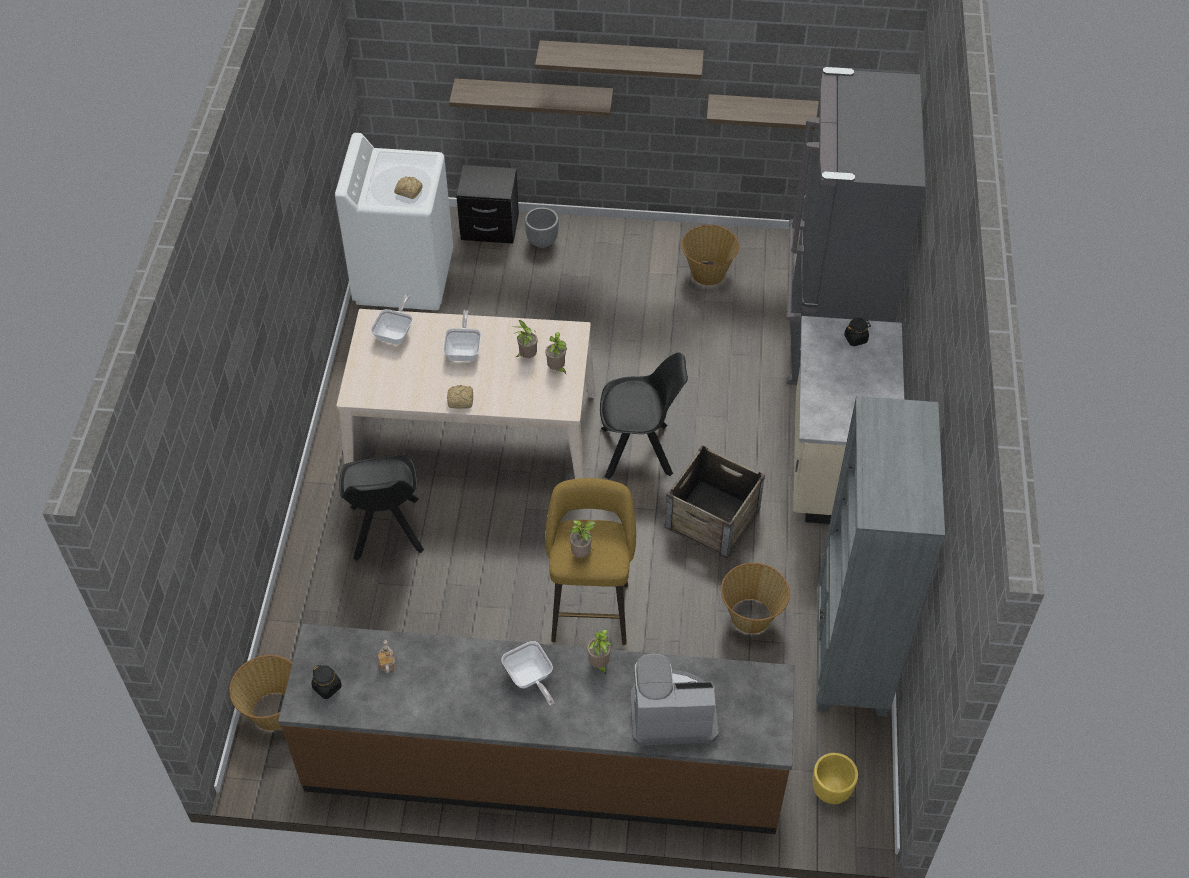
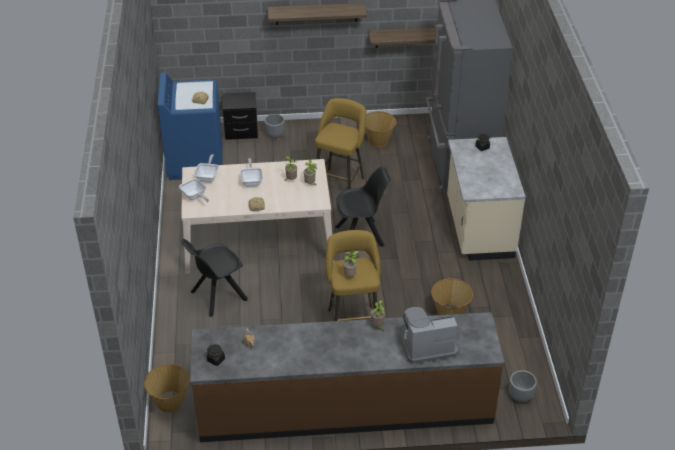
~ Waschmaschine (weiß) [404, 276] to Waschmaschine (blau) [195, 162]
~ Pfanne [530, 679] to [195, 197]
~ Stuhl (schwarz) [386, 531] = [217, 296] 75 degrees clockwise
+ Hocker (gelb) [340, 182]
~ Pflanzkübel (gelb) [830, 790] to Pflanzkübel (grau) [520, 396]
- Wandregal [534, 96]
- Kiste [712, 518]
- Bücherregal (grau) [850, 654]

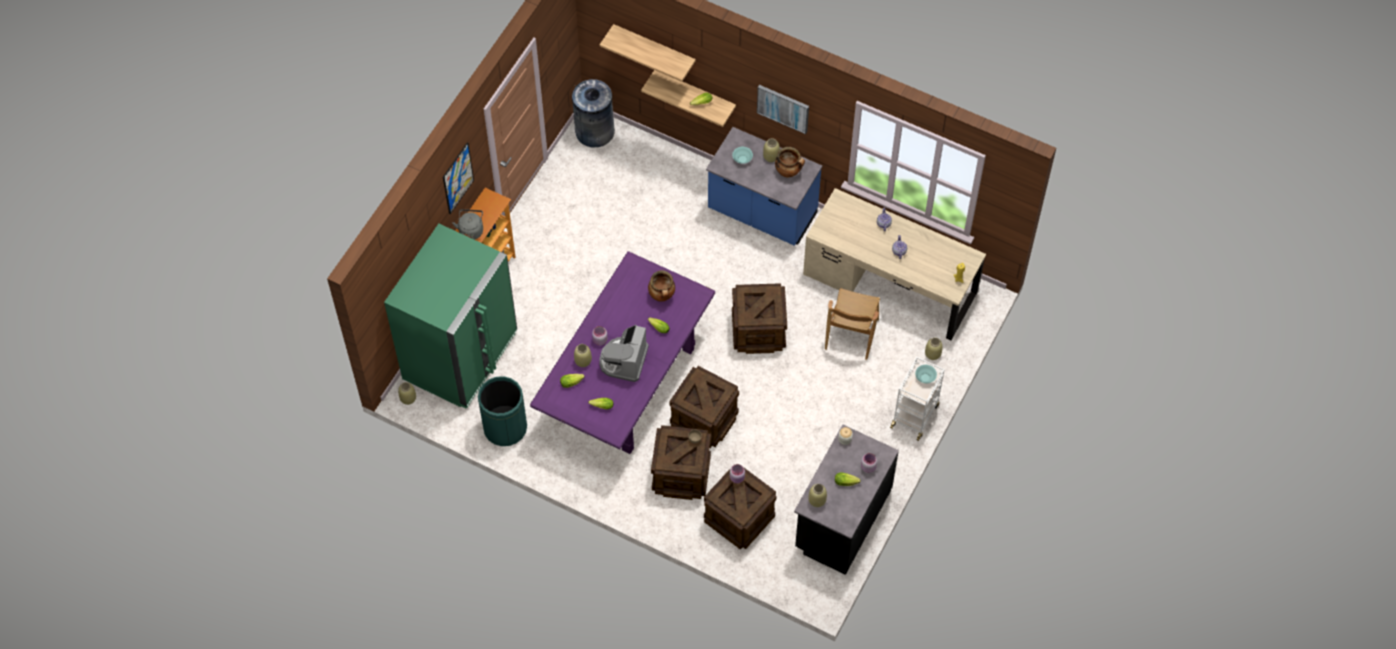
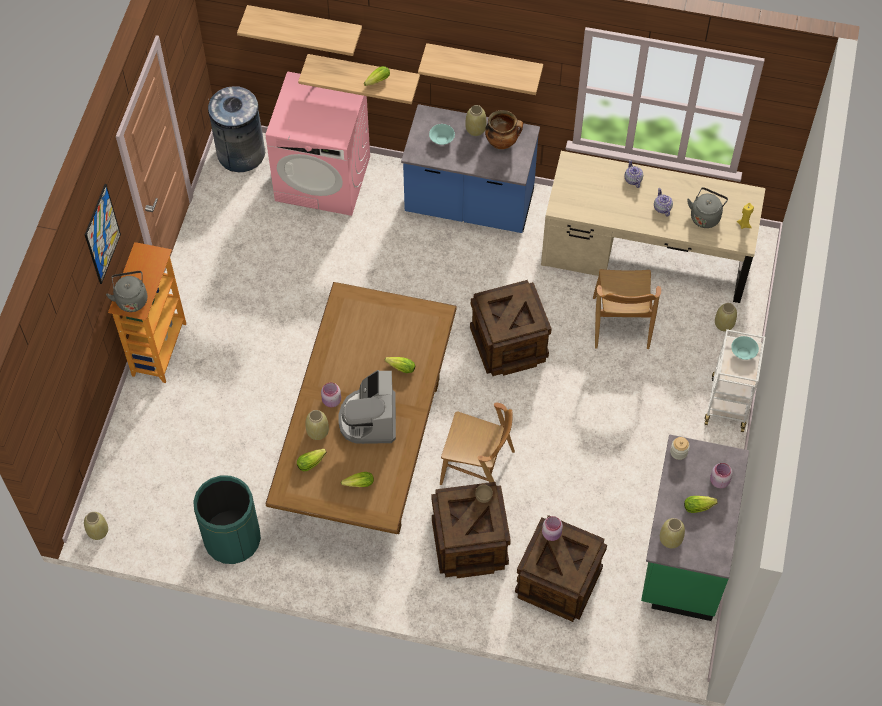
+ Waschmaschine (rosa) [323, 178]
~ Esstisch (lila) [626, 384] to Esstisch (braun) [368, 447]
~ Bild [783, 108] to Wandregal [484, 63]
~ Kiste [704, 419] to Stuhl (braun) [477, 467]
~ Küchenzeile (schwarz) [841, 519] to Küchenzeile (grün) [683, 552]
+ Wasserkessel (grau) [705, 216]
- Kühlschrank (grün) [461, 356]
- Kochtopf [662, 296]

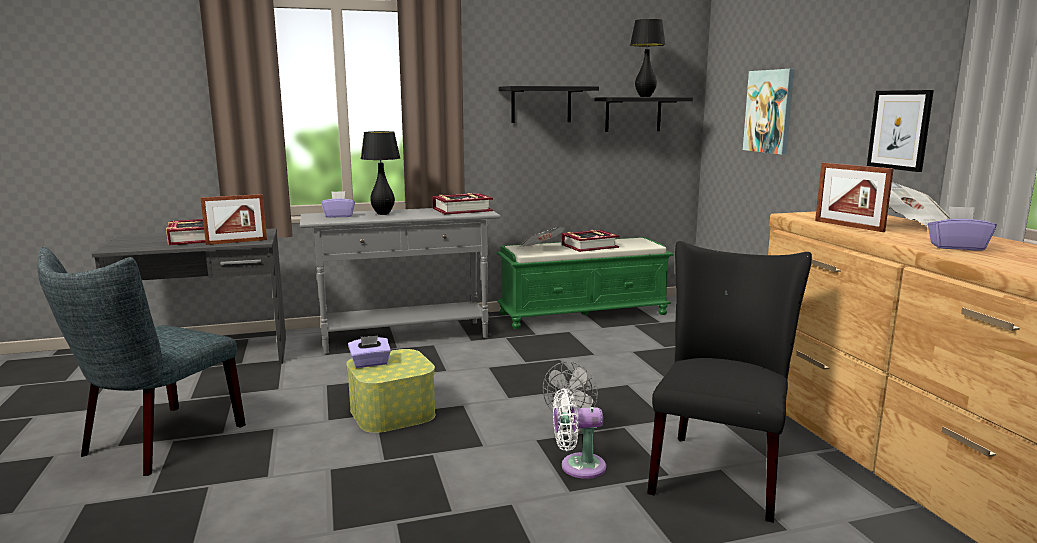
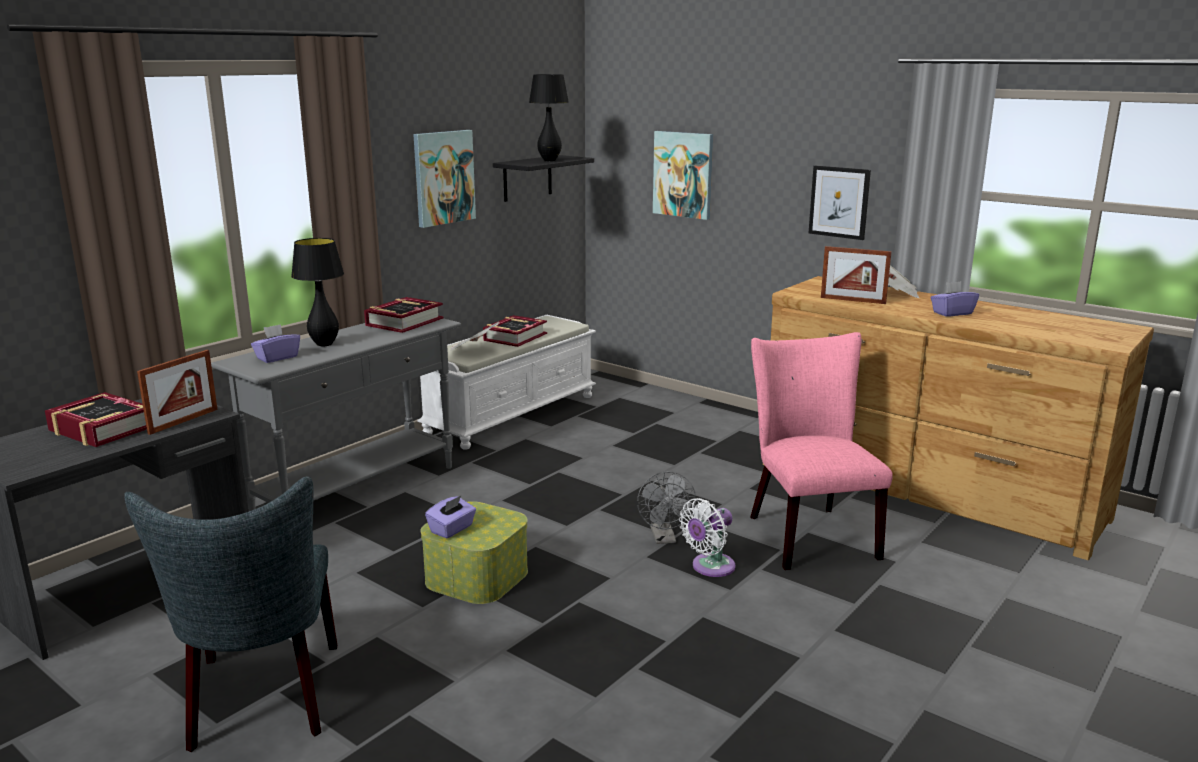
~ Wandregal (schwarz) [541, 104] to Bild [443, 177]
~ Bank (grün) [583, 313] to Bank (weiß) [511, 414]
~ Stuhl (schwarz) [718, 469] to Stuhl (rosa) [807, 533]

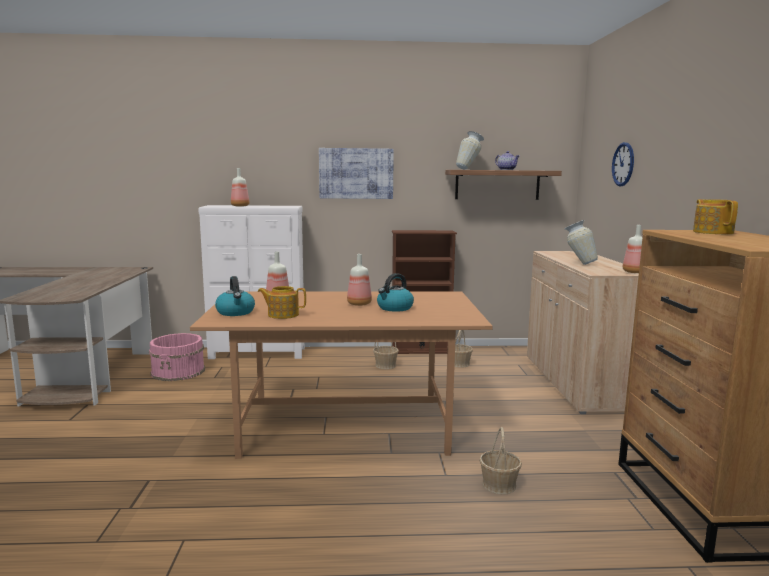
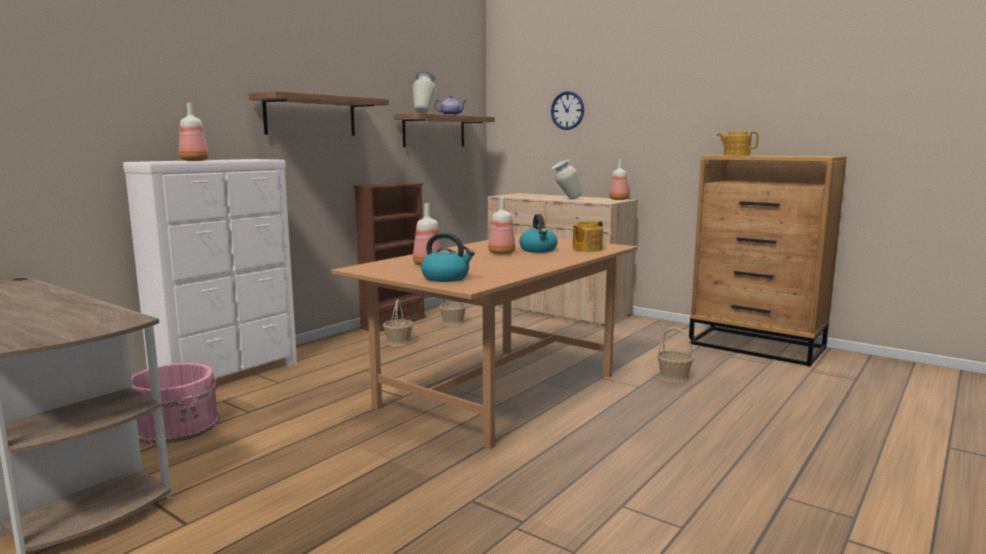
~ Bild [356, 173] to Wandregal [311, 116]
~ Teekanne [282, 314] to [586, 249]

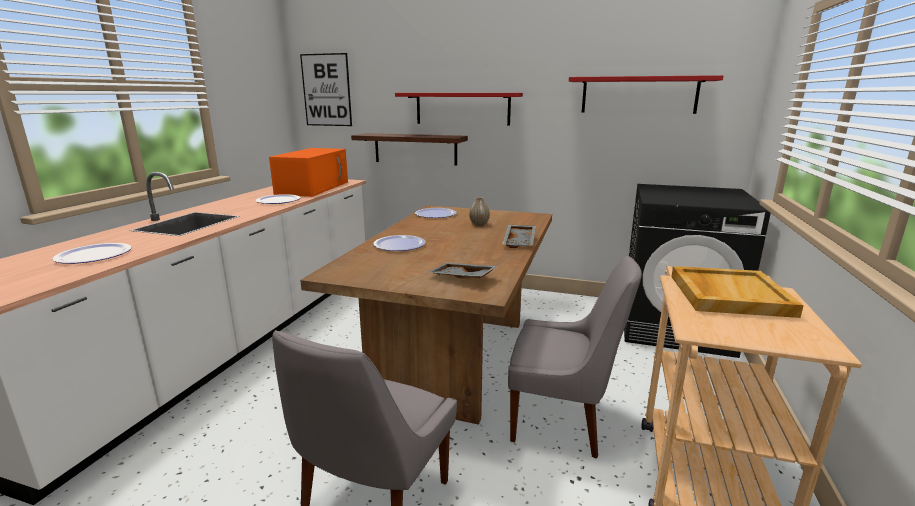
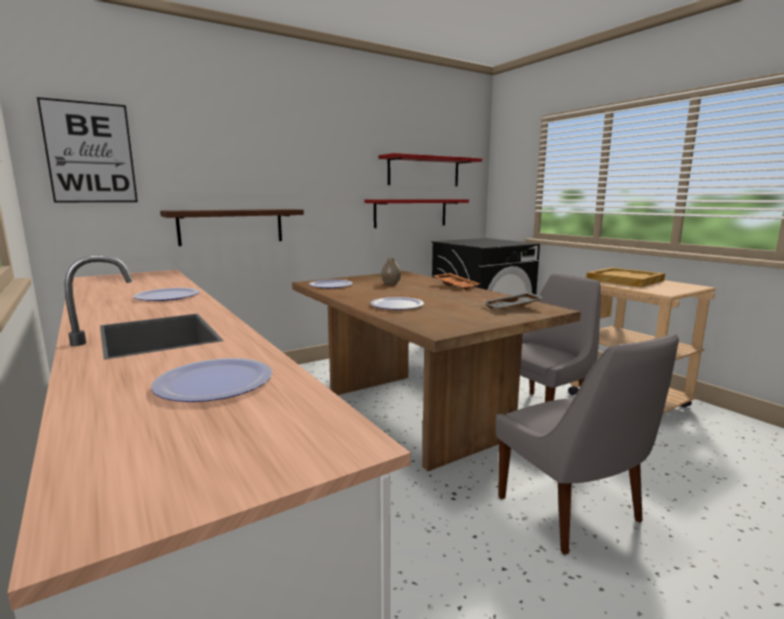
~ Wandregal (rot) [462, 108] to [410, 213]
~ Tablett (grau) [520, 242] to Tablett (orange) [456, 286]
- Mikrowelle (orange) [313, 187]

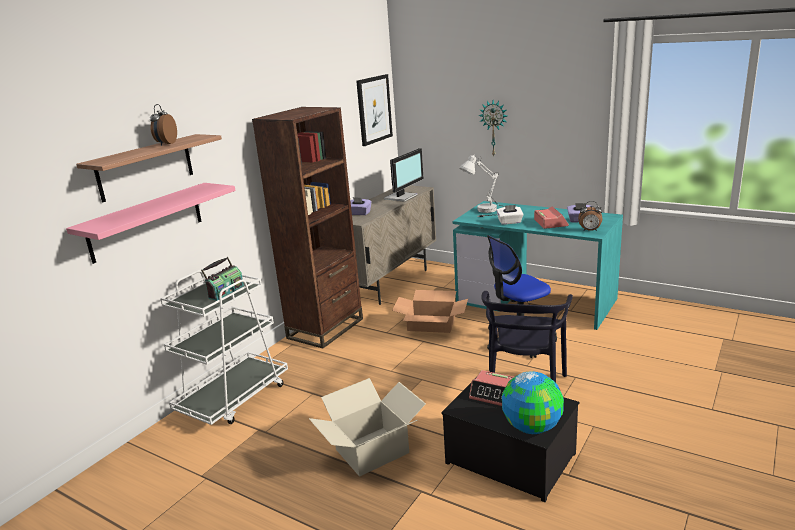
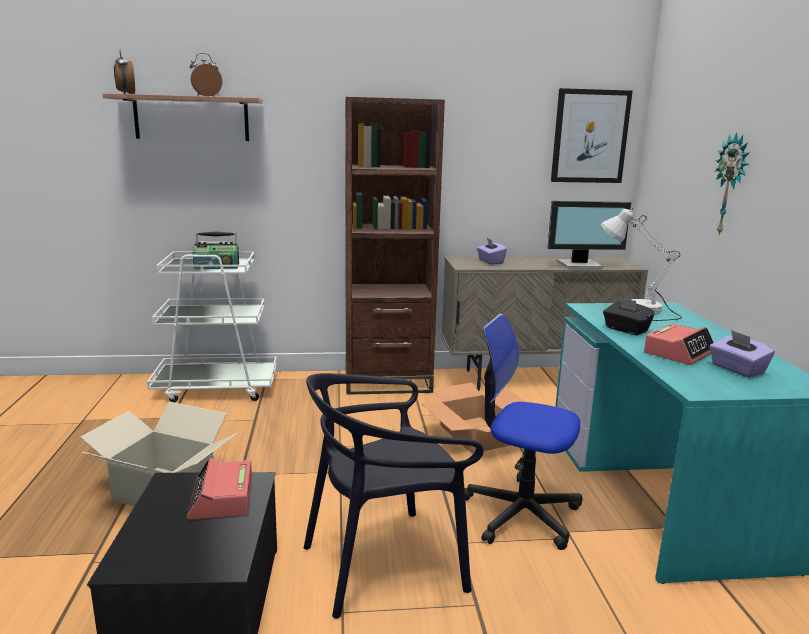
~ Wecker [590, 230] to [125, 93]
~ Taschentuchbox (weiß) [510, 222] to Taschentuchbox (schwarz) [626, 330]
- Wandregal (rosa) [146, 222]
- Globus [532, 427]

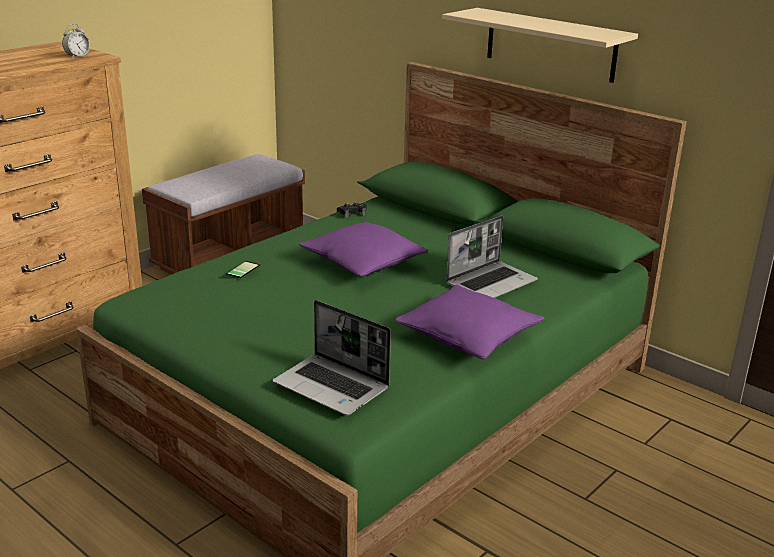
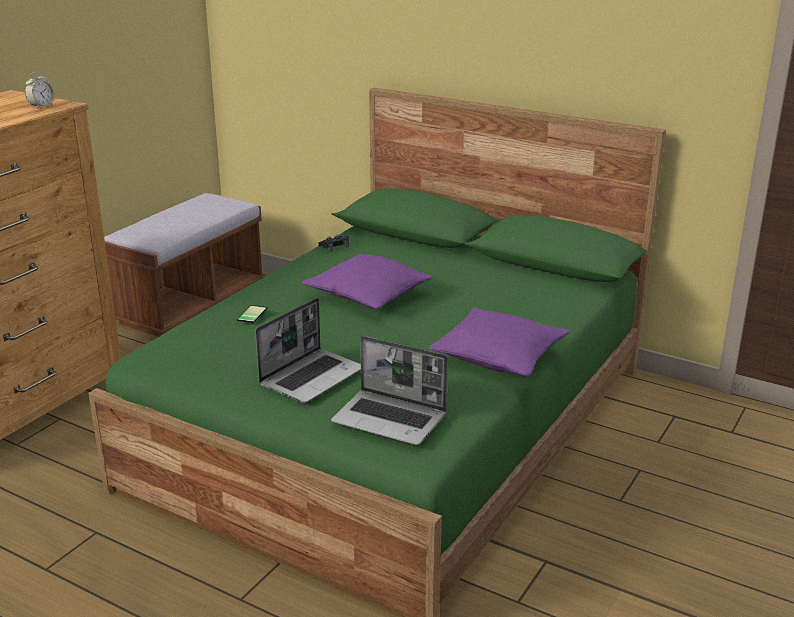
~ Laptop [491, 282] to [312, 377]
- Wandregal (beige) [550, 44]

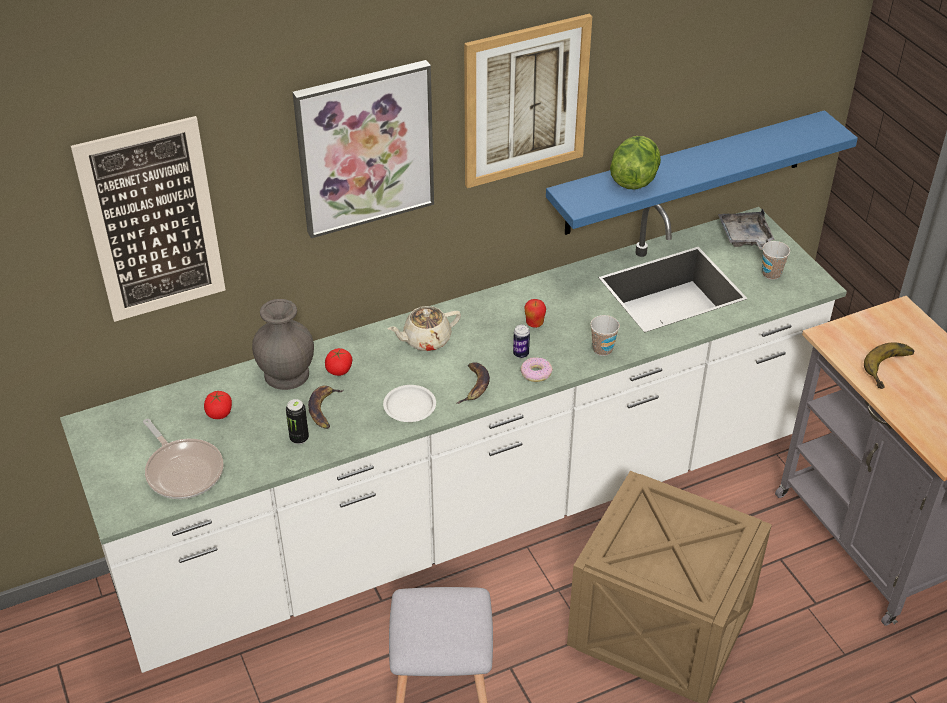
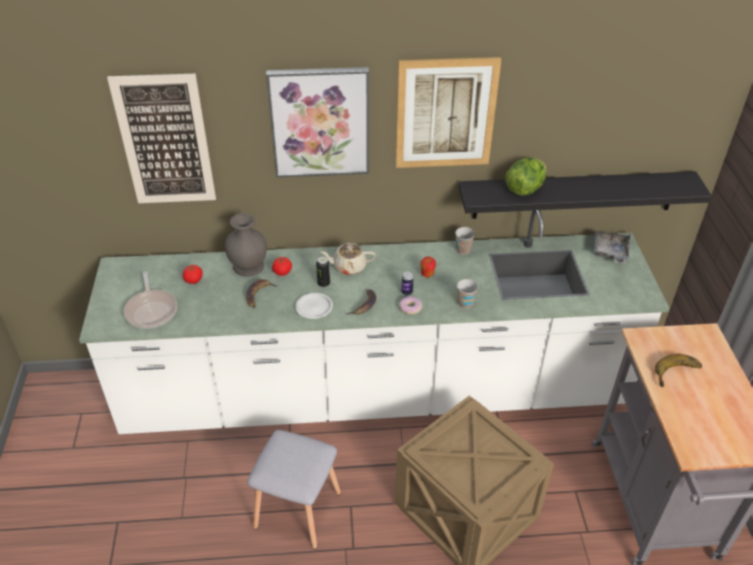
~ Dose [299, 438] to [323, 284]
~ Tasse [771, 274] to [463, 250]
~ Wandregal (blau) [687, 173] to Wandregal (schwarz) [574, 195]

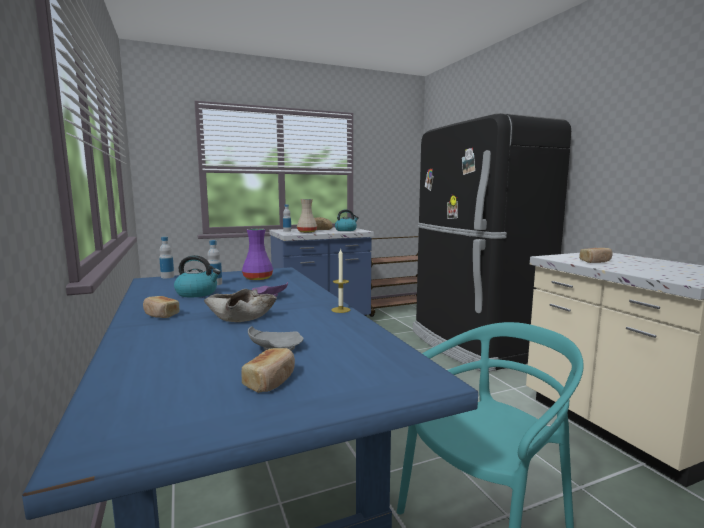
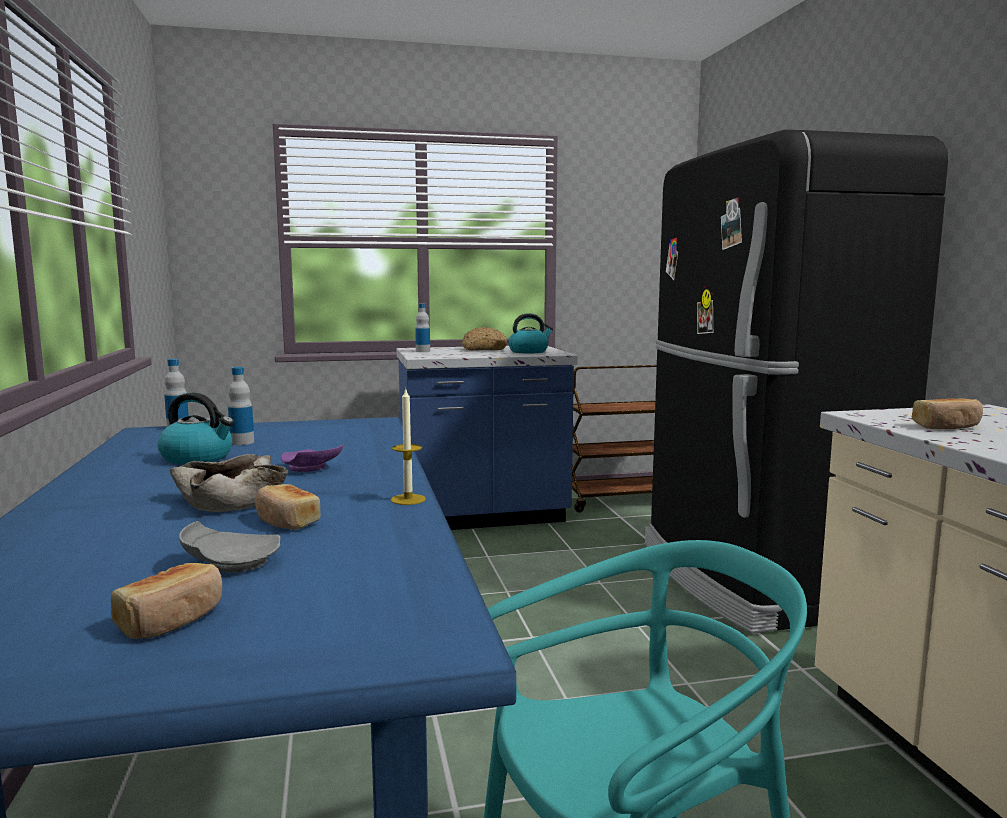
~ Brot [160, 314] to [286, 521]
- Vase (lila) [258, 278]
- Vase (beige) [306, 232]

